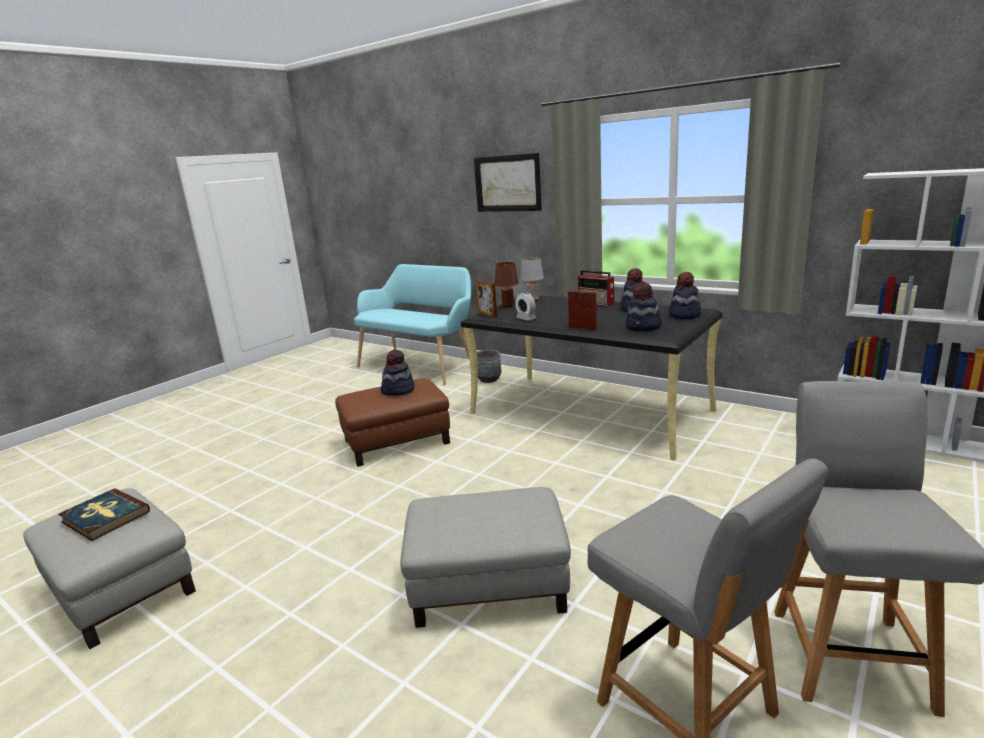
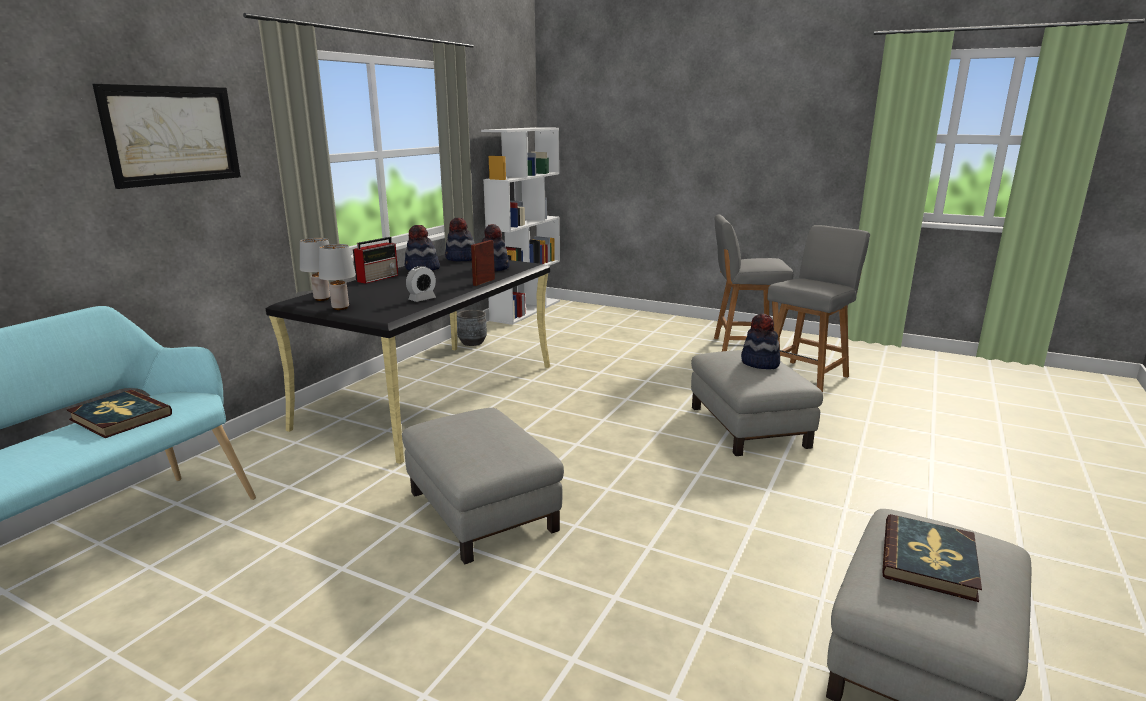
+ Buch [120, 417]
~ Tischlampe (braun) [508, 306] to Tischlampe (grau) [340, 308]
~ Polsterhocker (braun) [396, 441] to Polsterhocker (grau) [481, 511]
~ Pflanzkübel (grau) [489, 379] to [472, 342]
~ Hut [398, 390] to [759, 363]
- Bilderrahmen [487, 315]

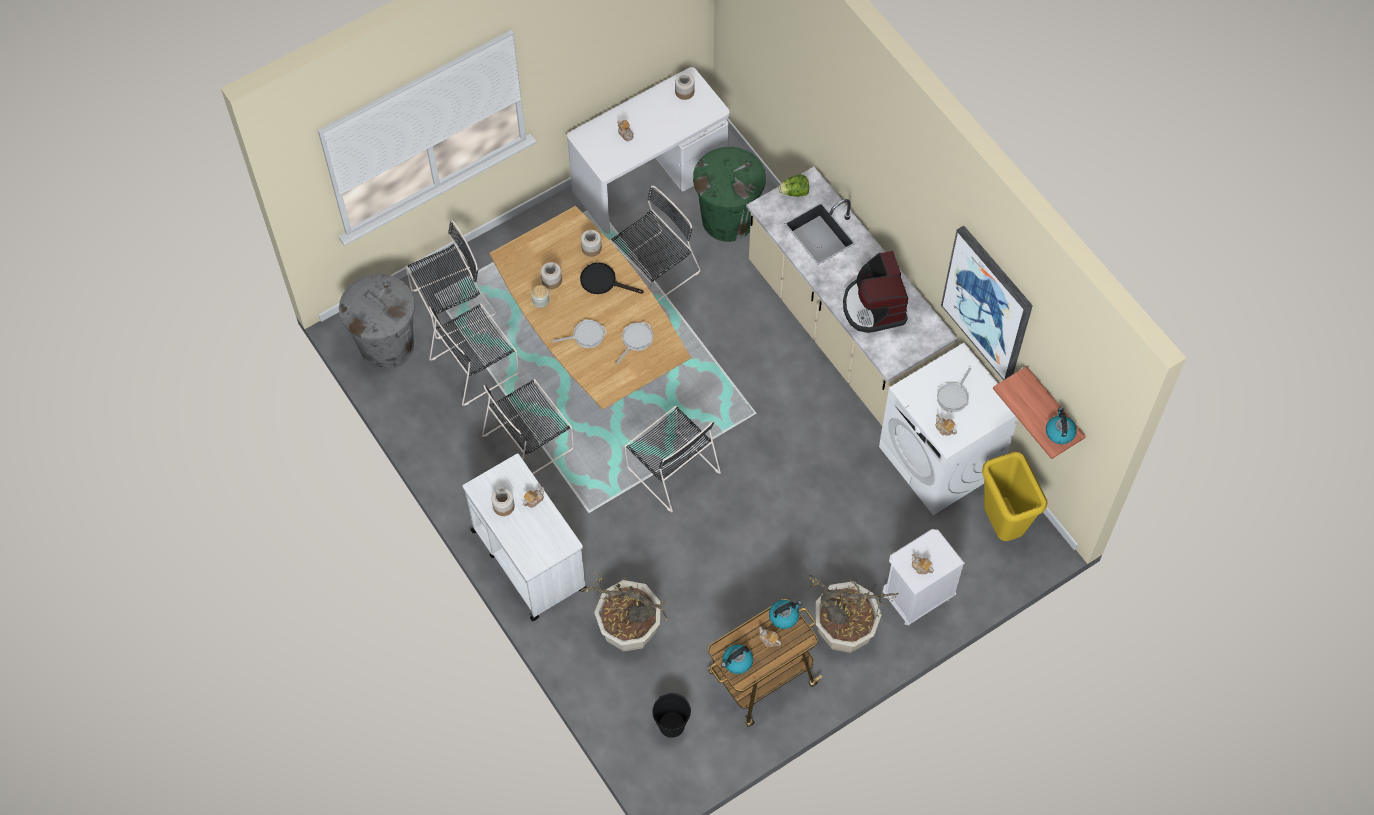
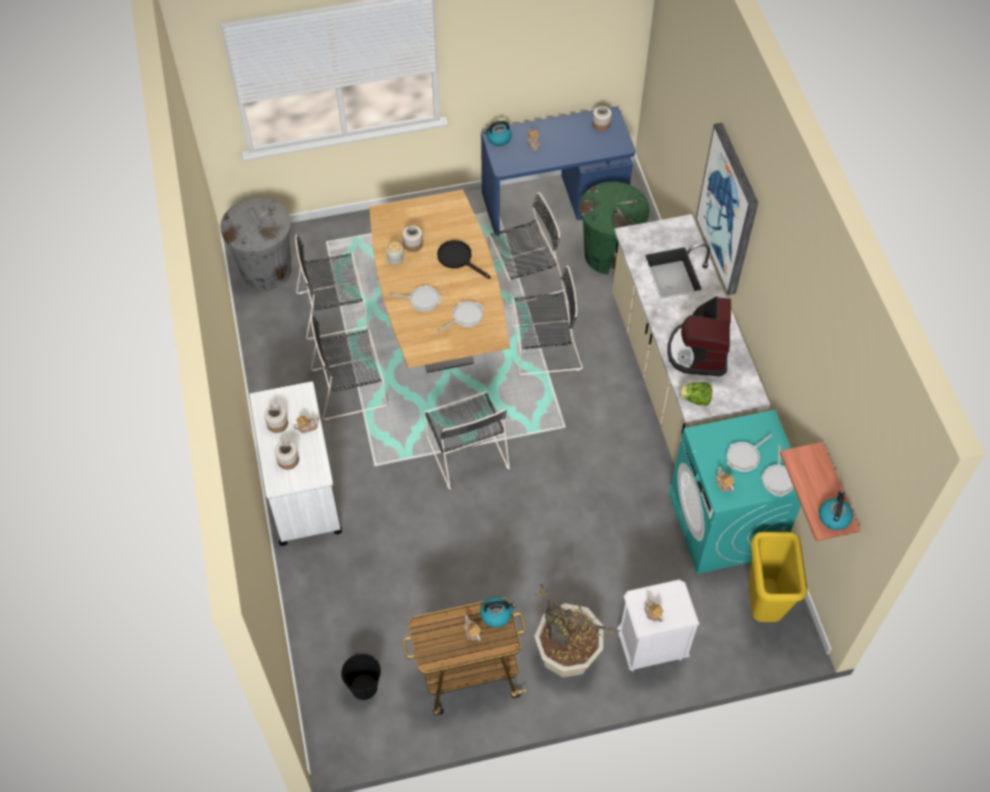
~ Vorratsglas [591, 248] to [288, 460]
~ Schreibtisch (weiß) [650, 177] to Schreibtisch (blau) [554, 201]
~ Wasserkessel [737, 662] to [498, 139]
~ Stuhl (schwarz) [450, 304] to [543, 347]
~ Waschmaschine (weiß) [941, 460] to Waschmaschine (türkis) [724, 525]
~ Salatkopf [794, 192] to [695, 399]
~ Bild [988, 303] to [729, 210]
+ Pfanne [778, 479]
- Topfpflanze [629, 629]

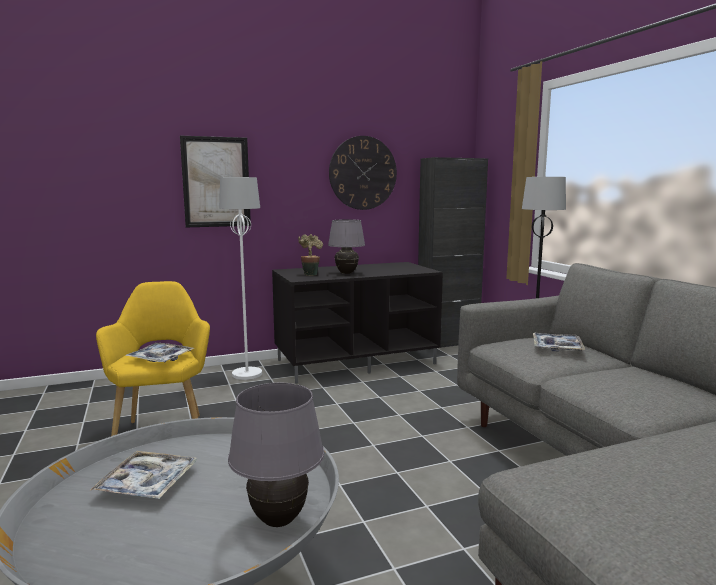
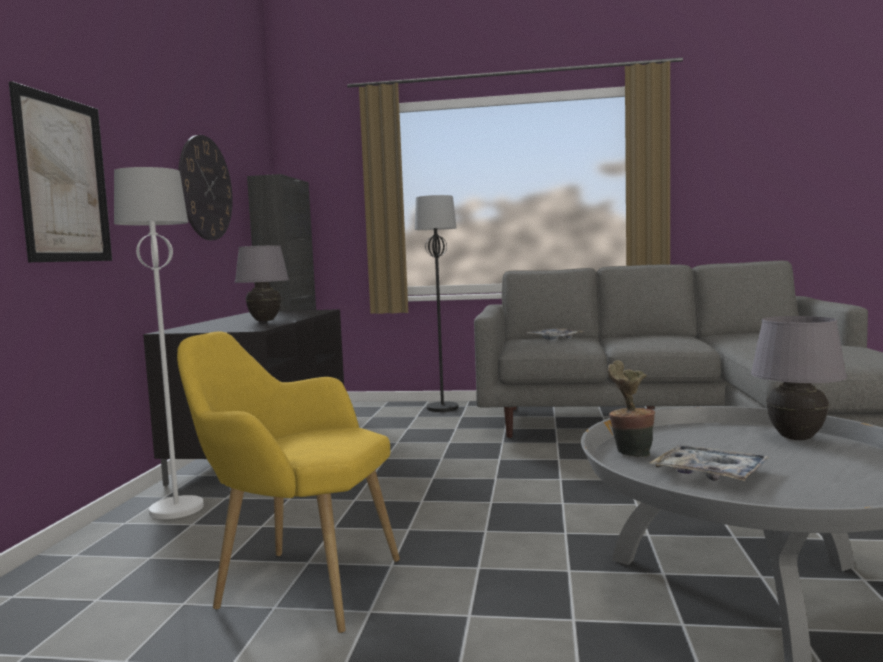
~ Topfpflanze [310, 274] to [629, 453]
- Tablett [160, 358]

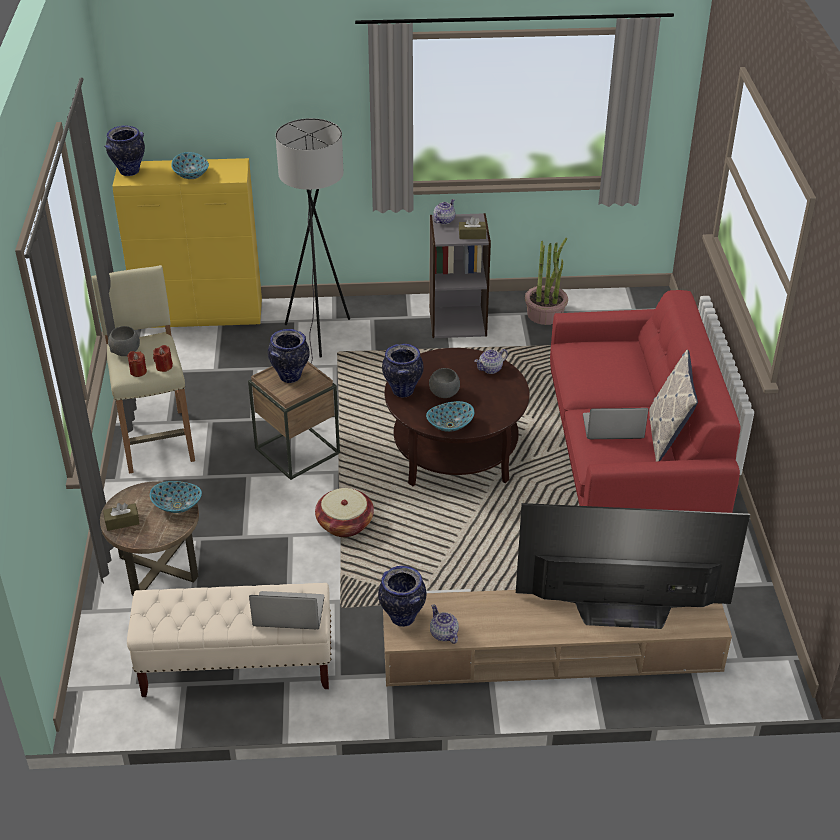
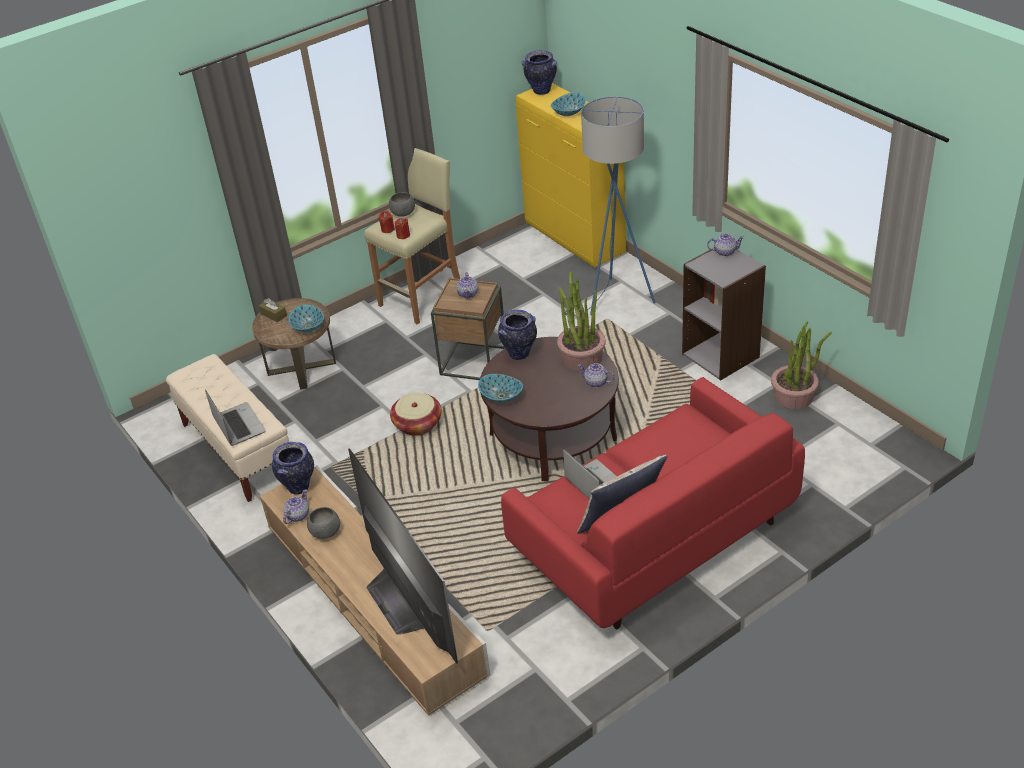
~ Schüssel (grau) [444, 394] to [325, 532]
~ Vase [290, 376] to Teekanne [468, 294]
+ Topfpflanze [581, 357]
~ Stehlampe (grau) [319, 337] to Stehlampe (blau) [615, 301]
- Taschentuchbox (braun) [472, 235]

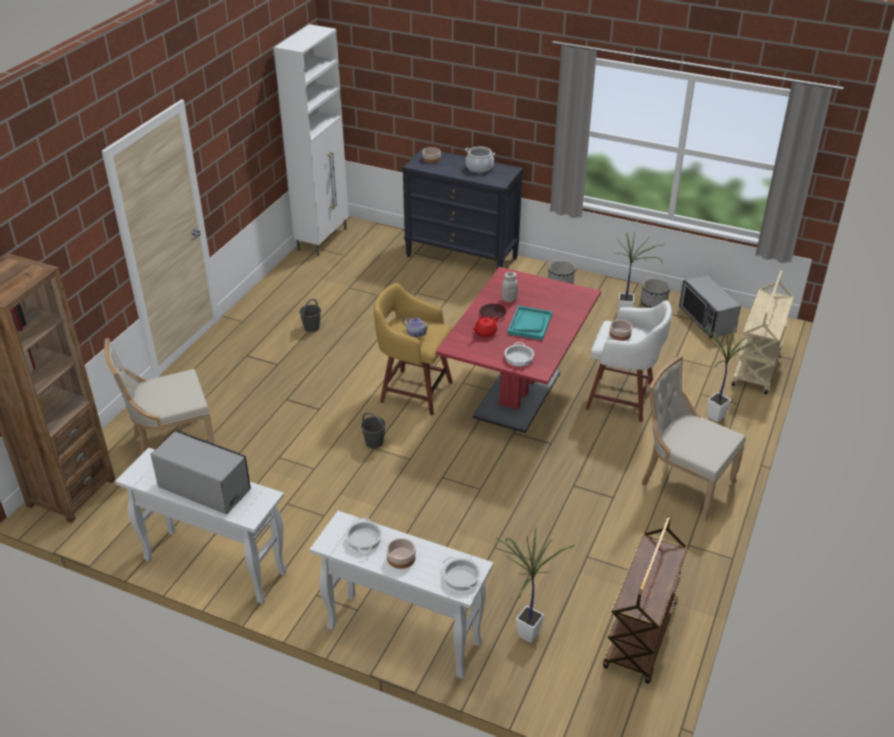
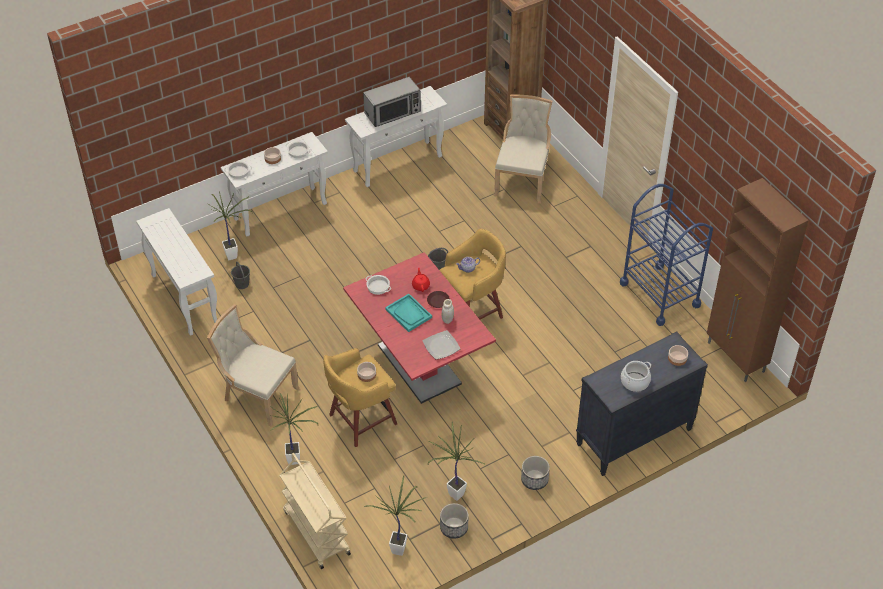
~ Rollwagen (braun) [641, 636] to Konsolentisch (weiß) [184, 299]
~ Stuhl (beige) [683, 483] = [257, 395] 135 degrees counterclockwise
~ Eimer (grau) [312, 327] to [242, 284]
~ Hocker (weiß) [622, 399] to Hocker (gelb) [360, 420]
~ Mikrowelle [706, 319] to Topfpflanze [401, 548]
+ Teller [441, 346]
+ Rollwagen (blau) [659, 294]
~ Schrank (weiß) [323, 239] to Schrank (braun) [736, 358]

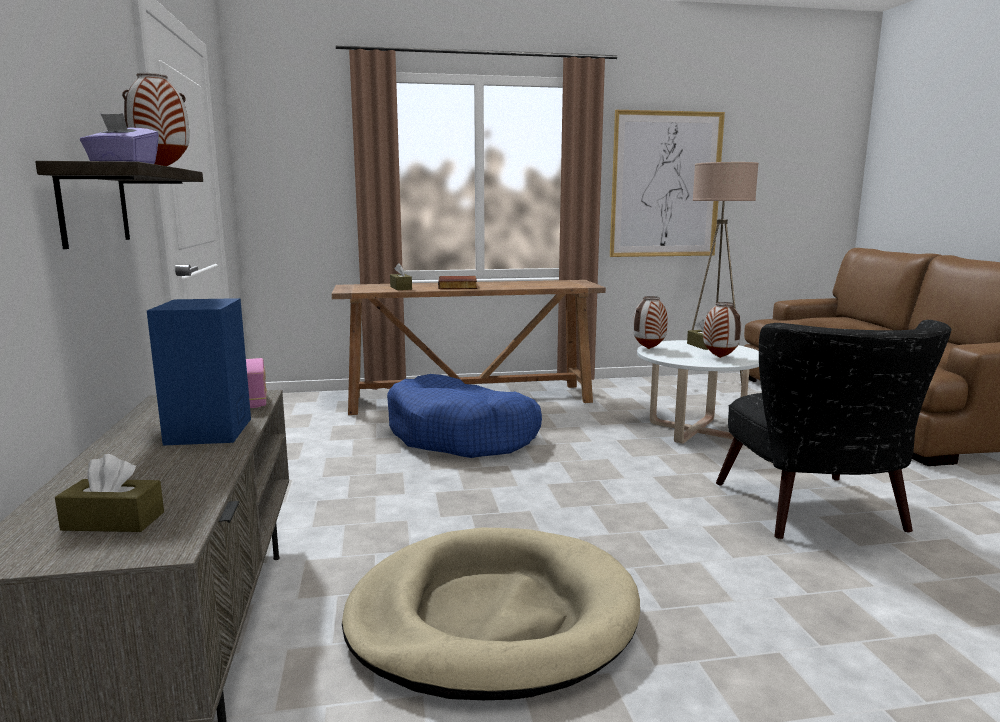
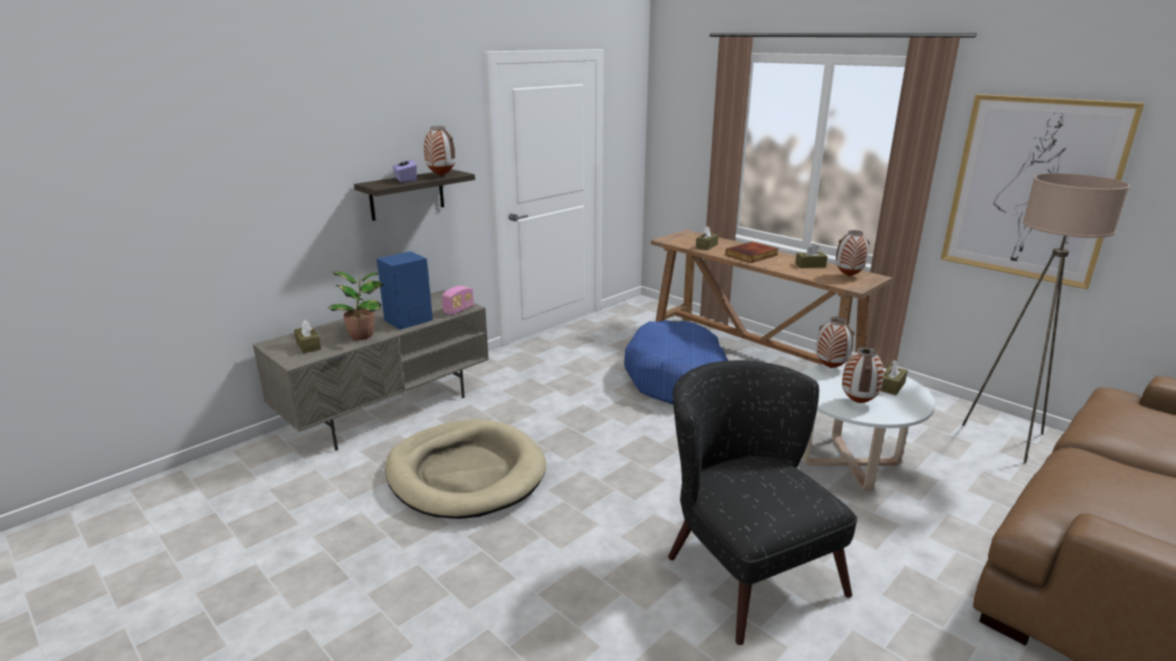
+ Topfpflanze [363, 335]
~ Sessel (schwarz) [818, 515] = [743, 564] 105 degrees clockwise
+ Taschentuchbox (braun) [810, 265]
+ Vase [848, 276]

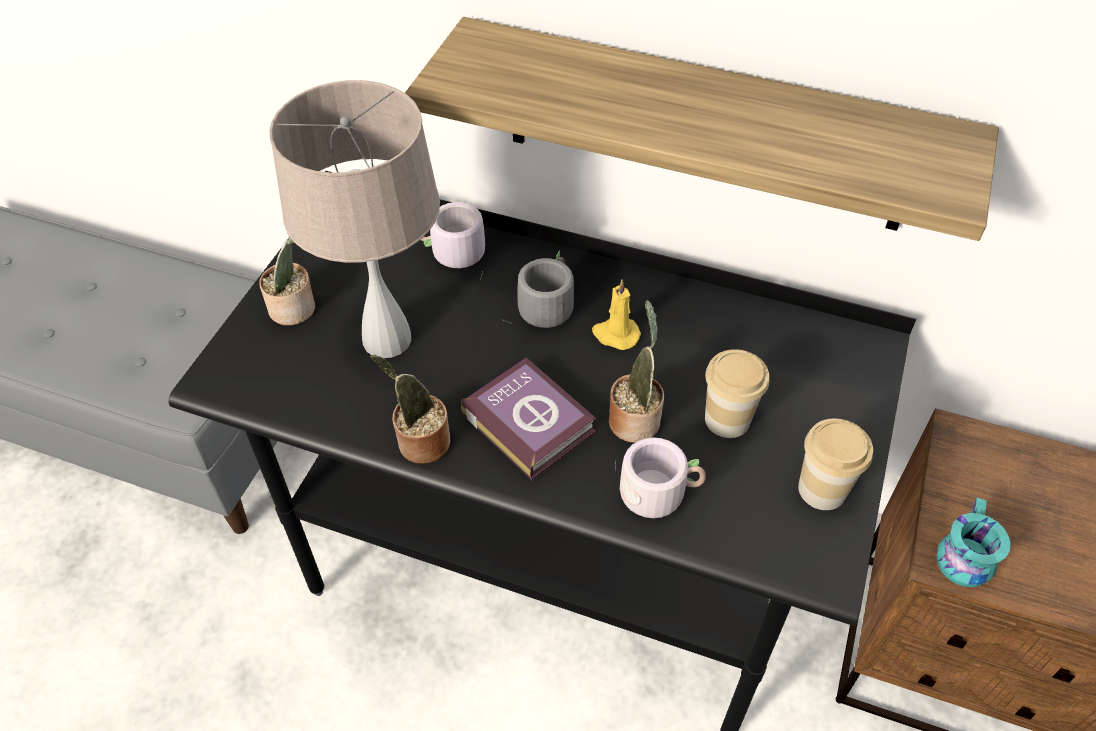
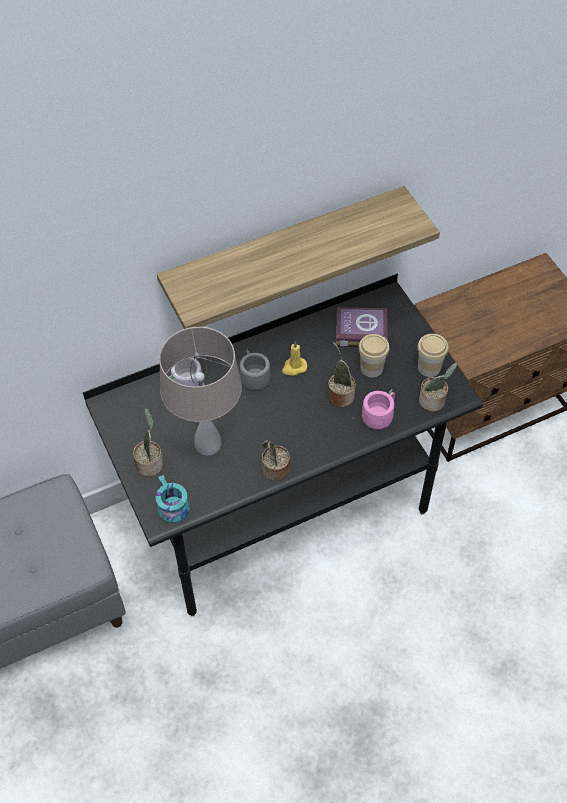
~ Henkelbecher (türkis) [959, 554] to [169, 507]
~ Buch [528, 421] to [359, 330]
~ Henkelbecher (grau) [659, 490] to Henkelbecher (rosa) [378, 414]
+ Topfpflanze [433, 401]

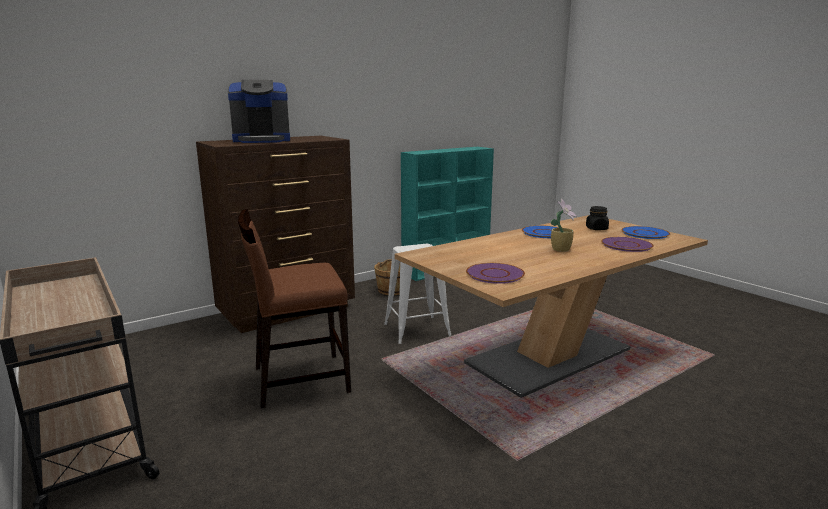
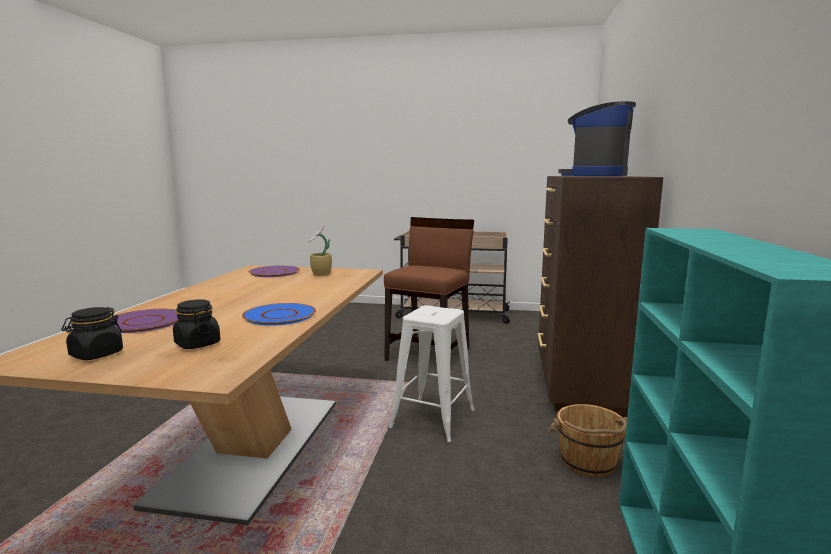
~ Teller (blau) [645, 233] to Vorratsglas (schwarz) [96, 354]
~ Topfpflanze [561, 249] to [321, 274]

